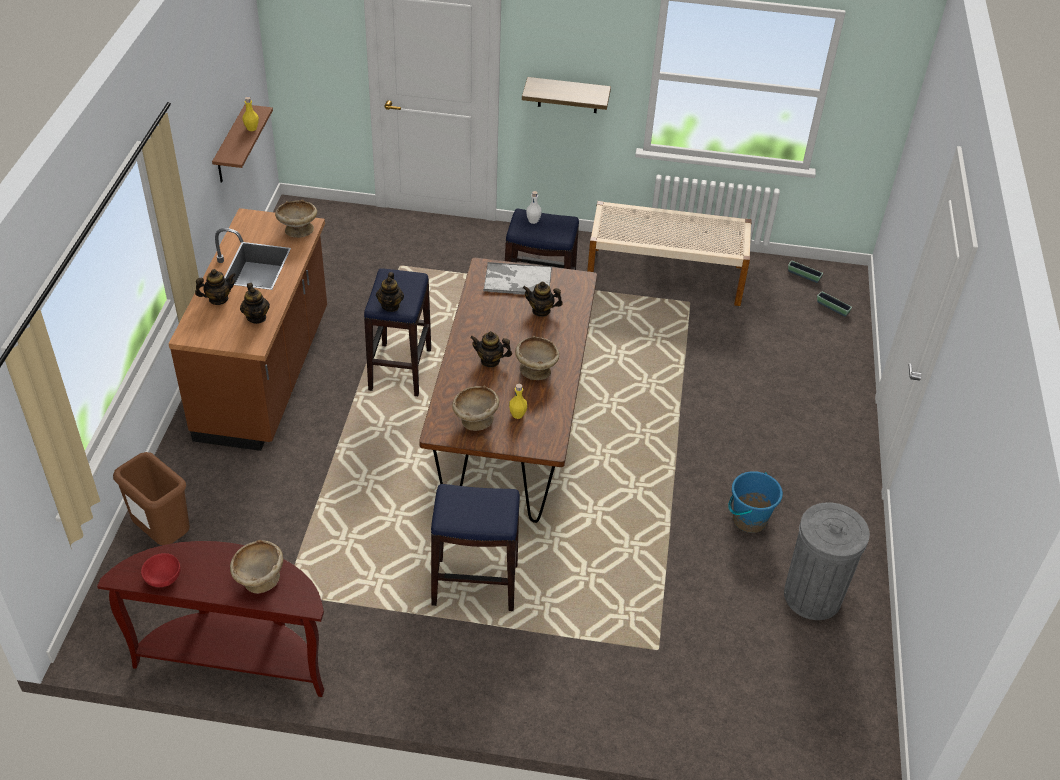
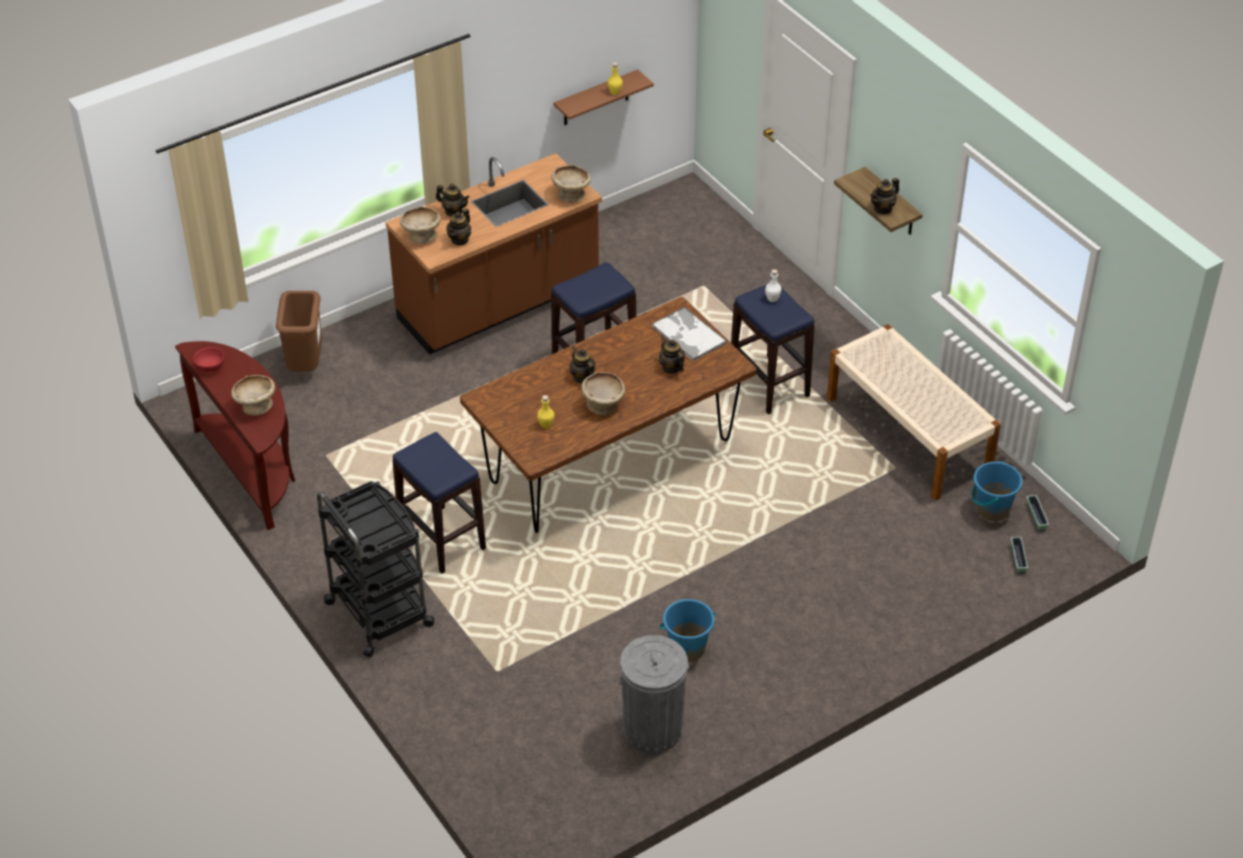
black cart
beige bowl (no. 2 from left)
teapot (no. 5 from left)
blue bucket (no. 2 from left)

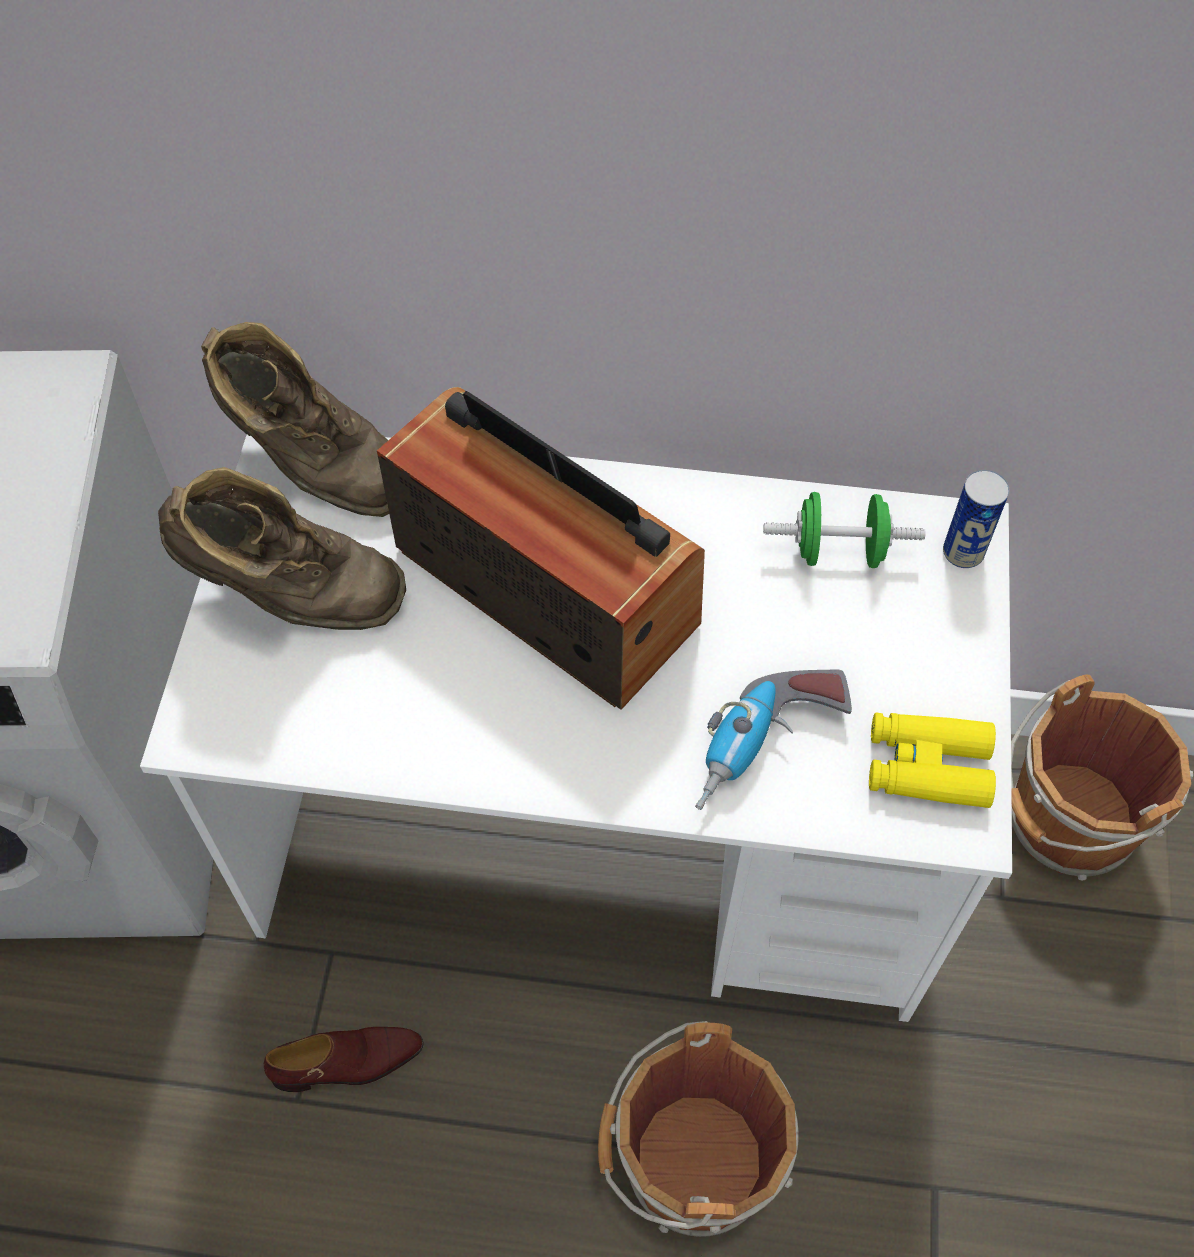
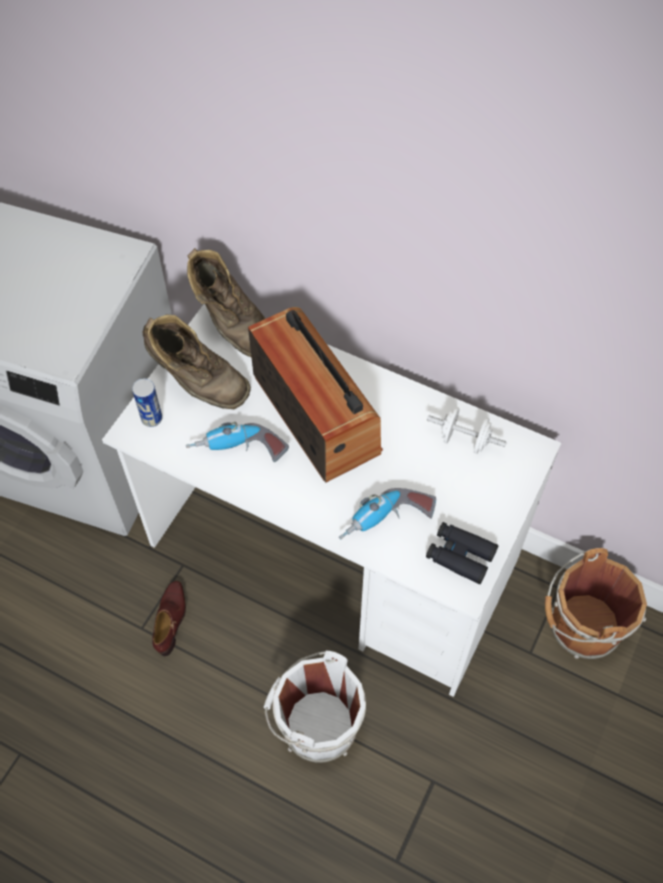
can
brown shoe
power drill (no. 1 from left)
white bucket
black binoculars
white dumbbell

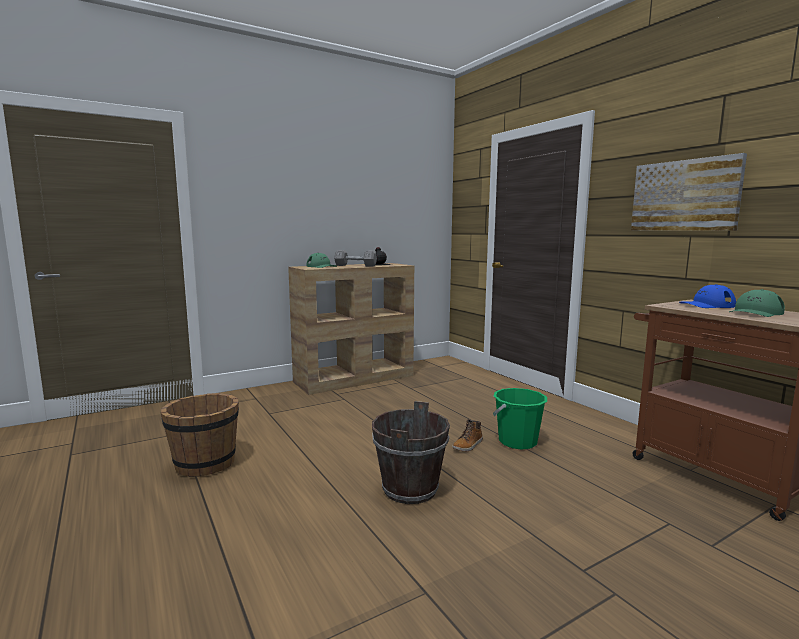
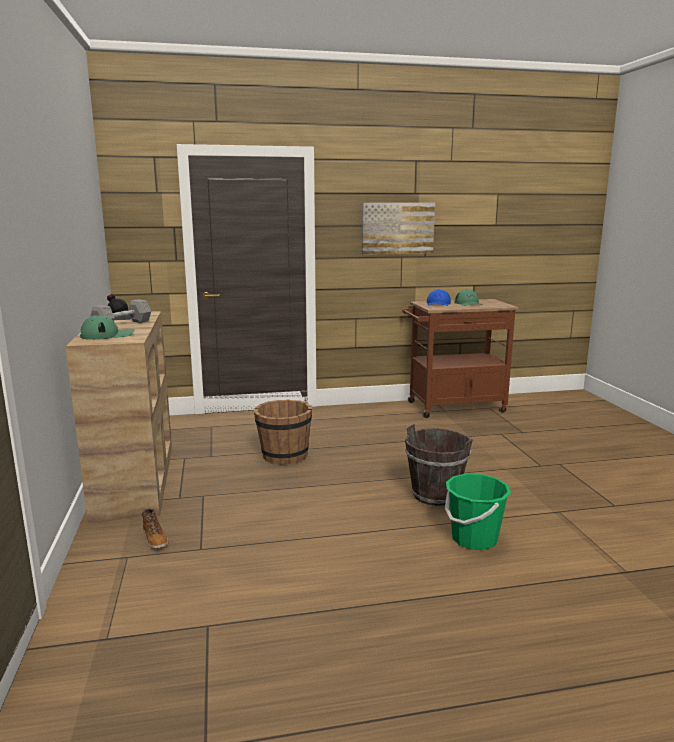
boot
brown bucket (no. 1 from left)
green bucket

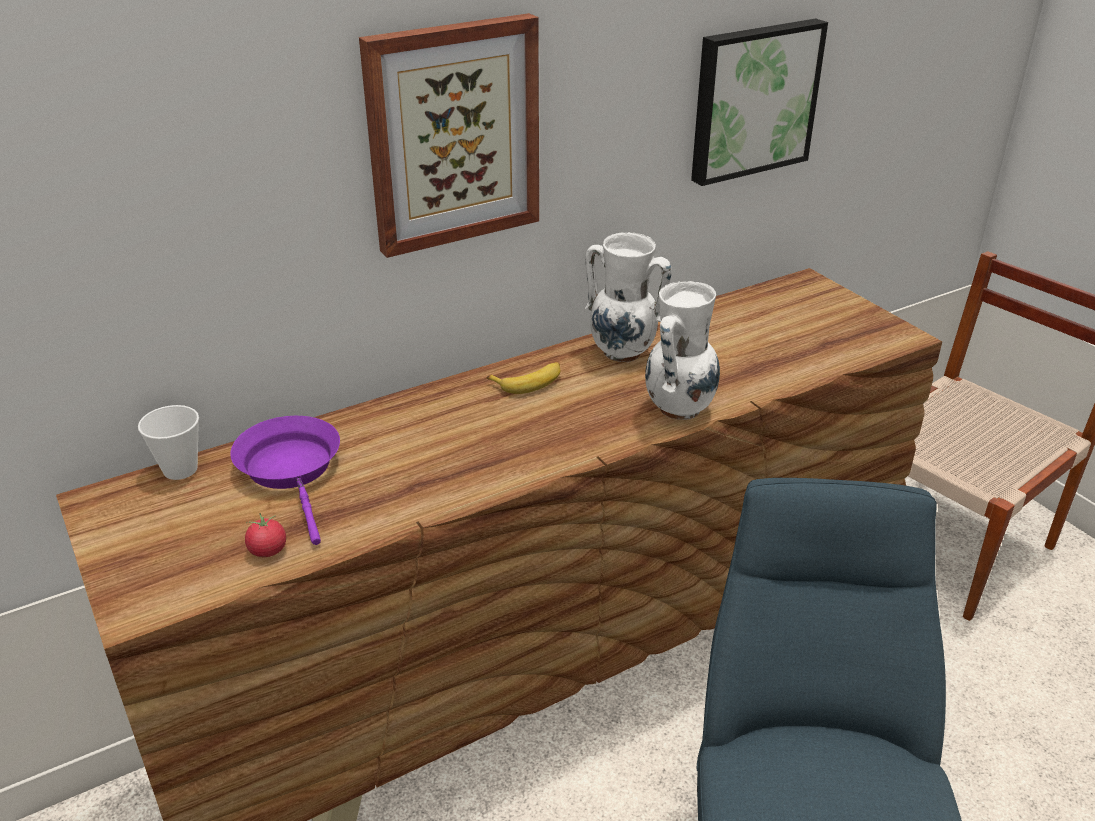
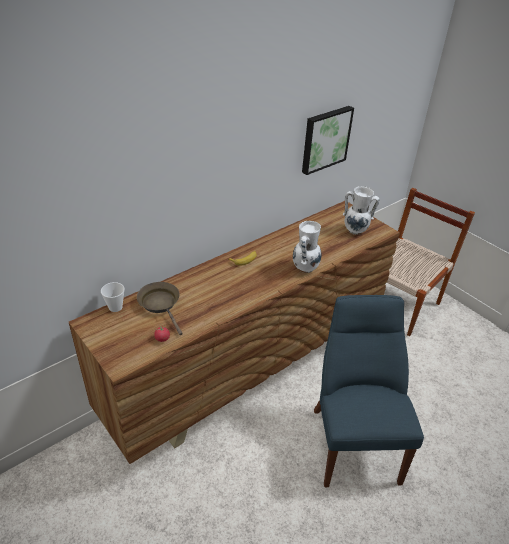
brown frying pan
white vase (no. 2 from left)
picture (no. 1 from left in the first image)

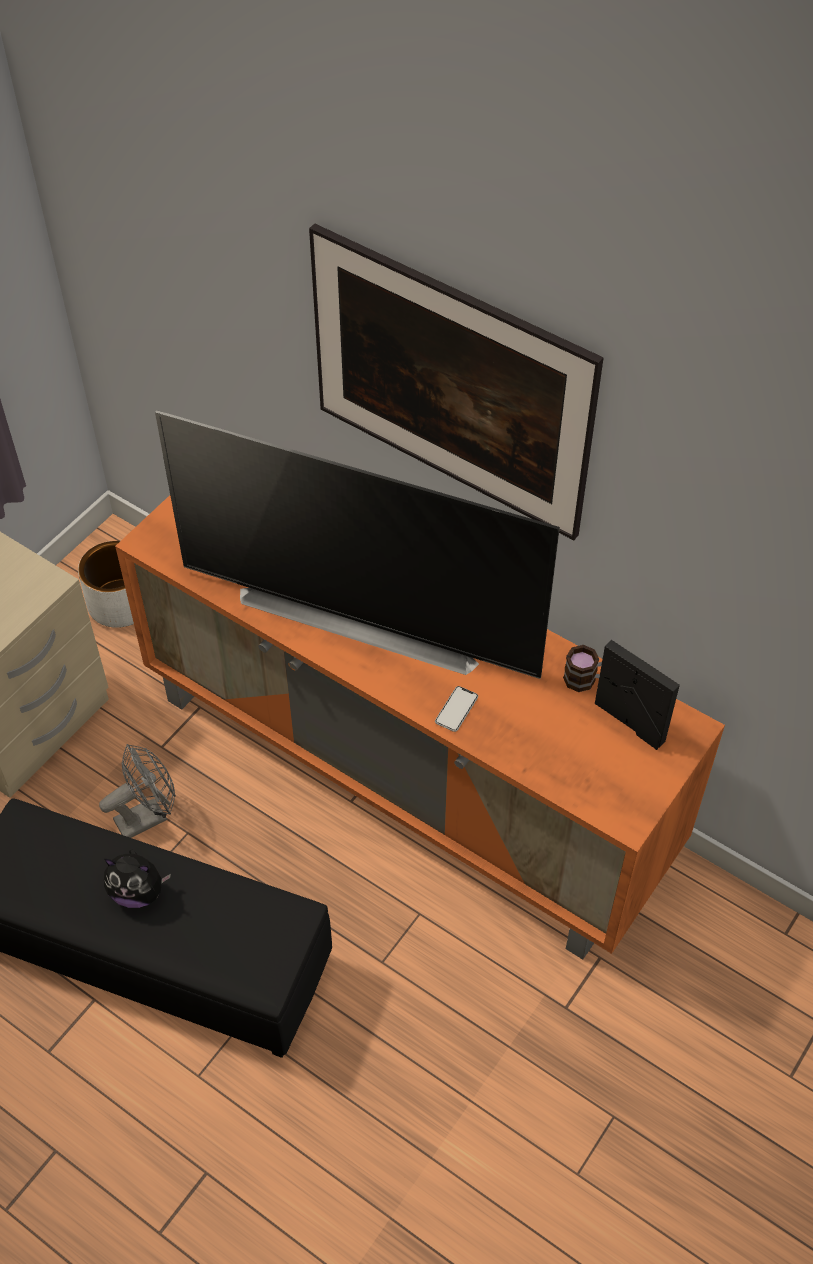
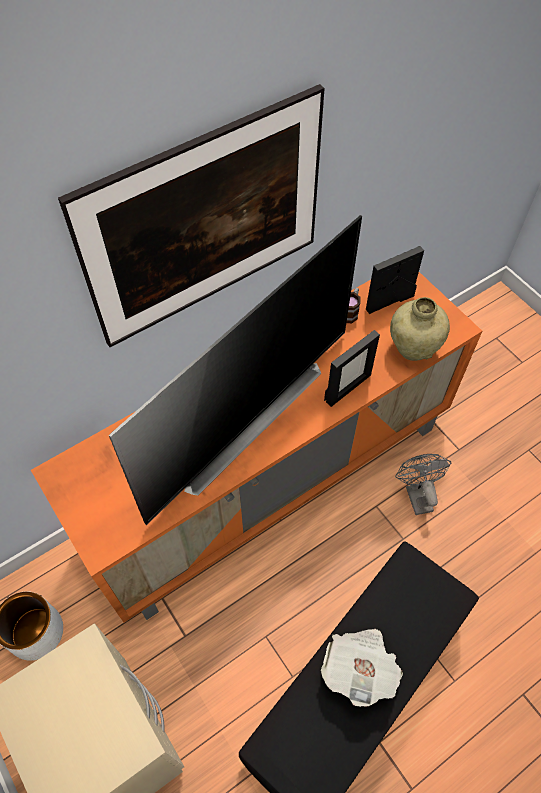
newspaper
picture frame (no. 1 from left)
beige vase
grey fan

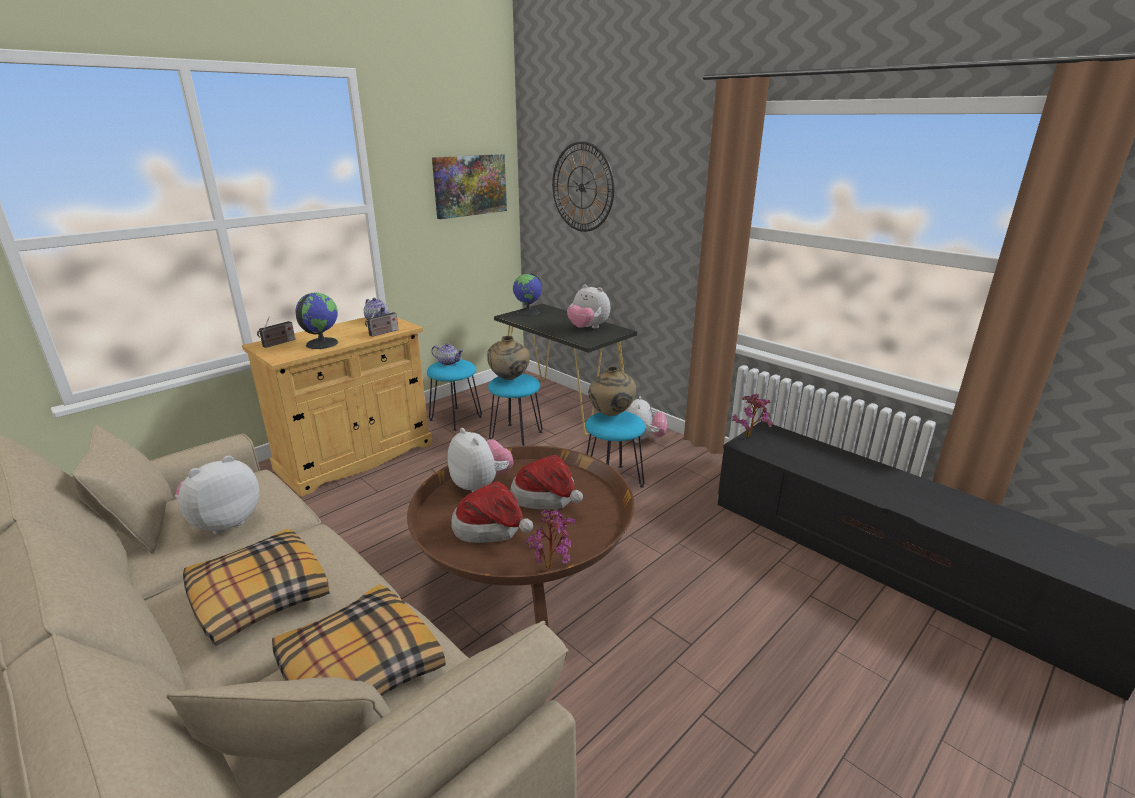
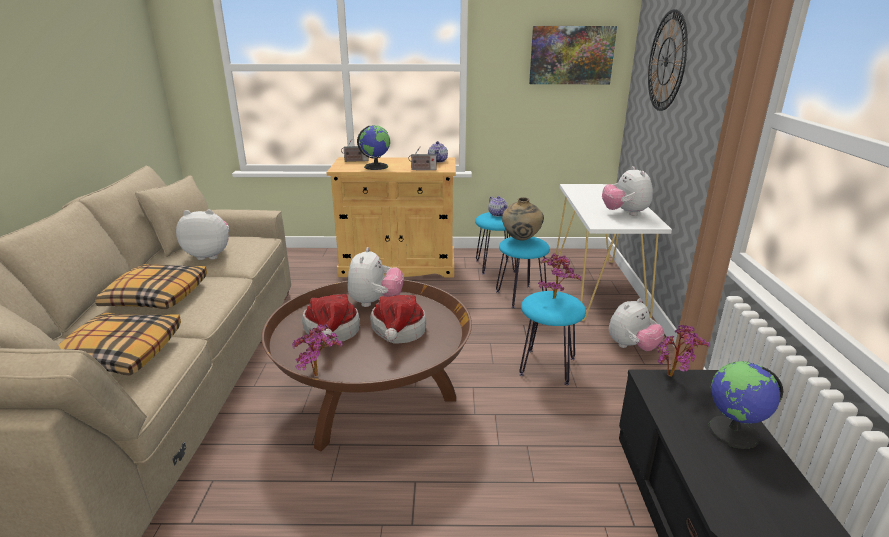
potted plant (no. 2 from left)
white console table
globe (no. 2 from left)

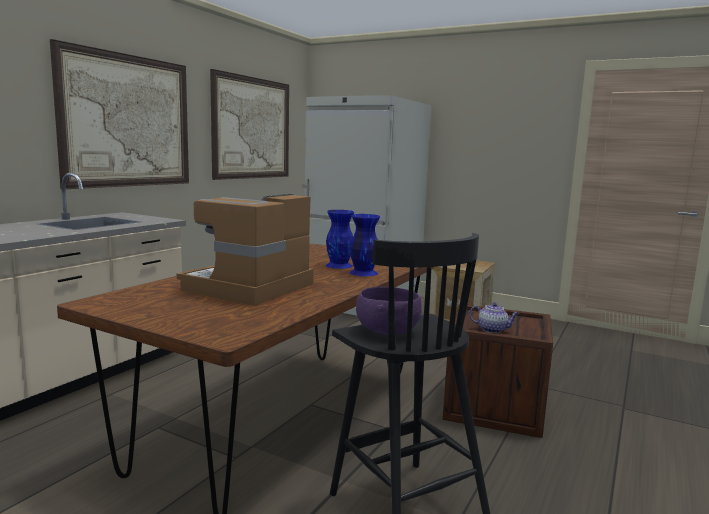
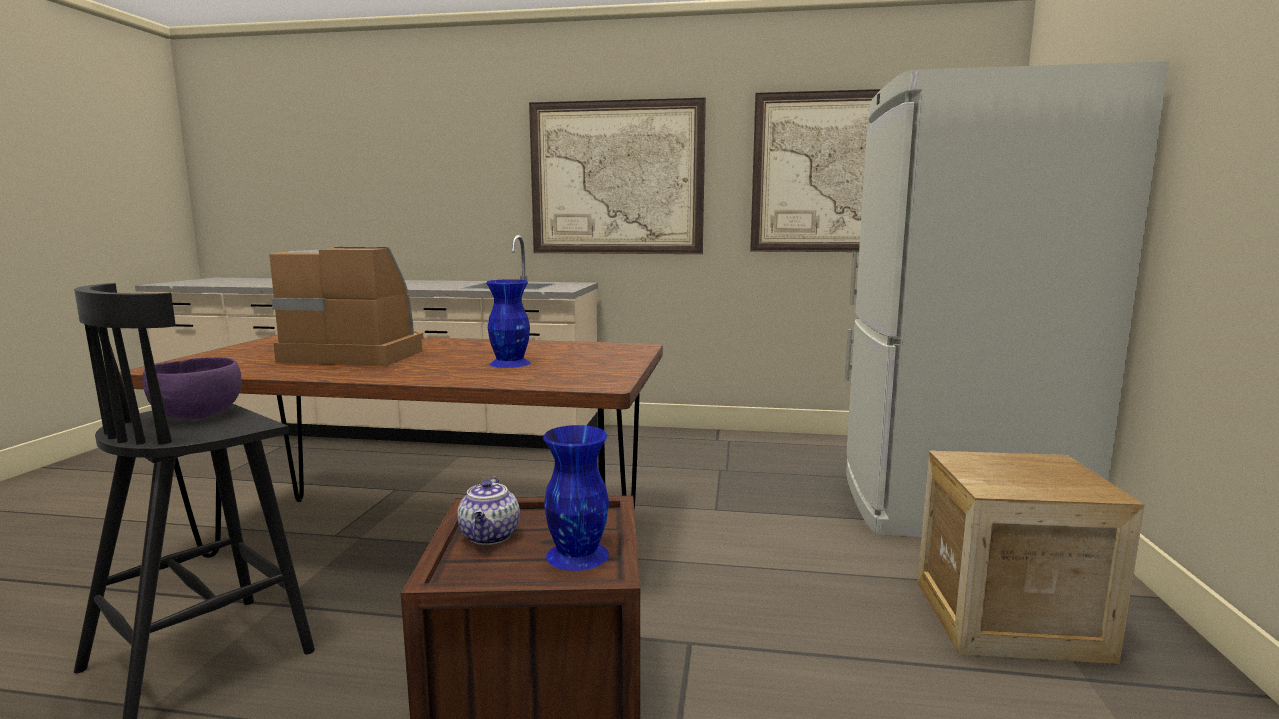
blue vase (no. 2 from left)

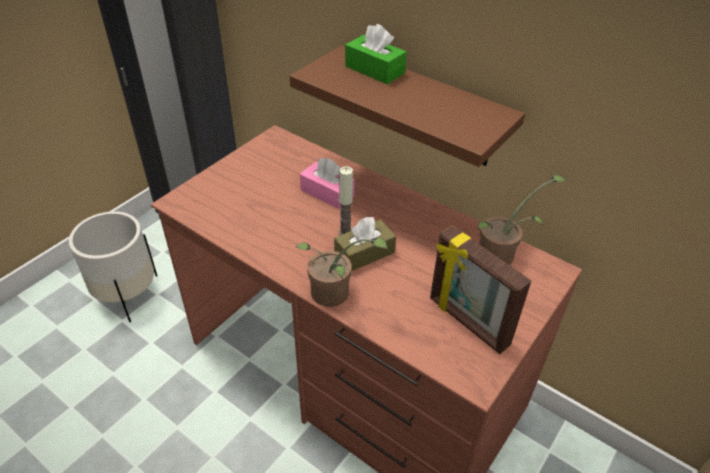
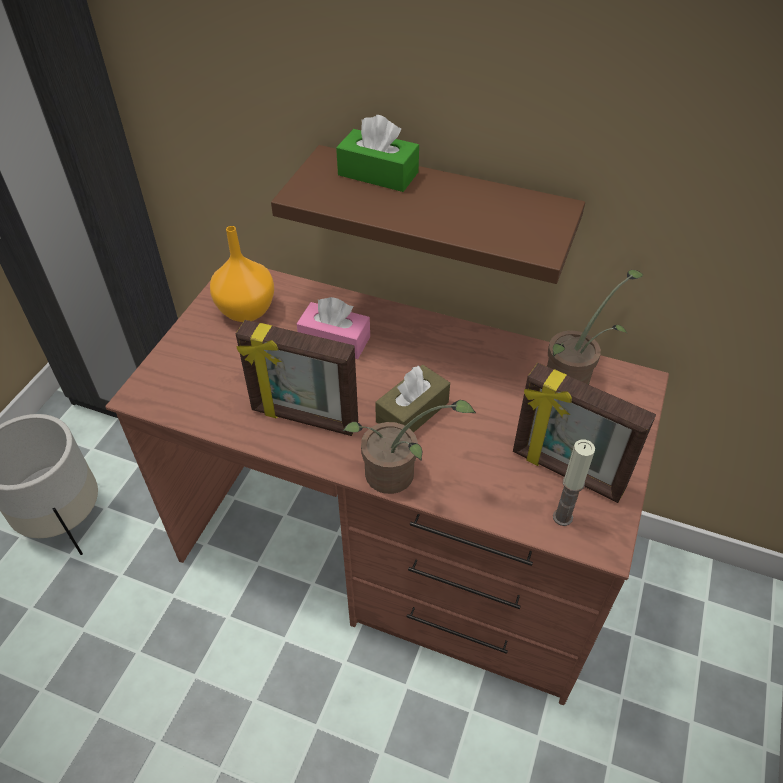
orange vase
picture frame (no. 1 from left)
candle

